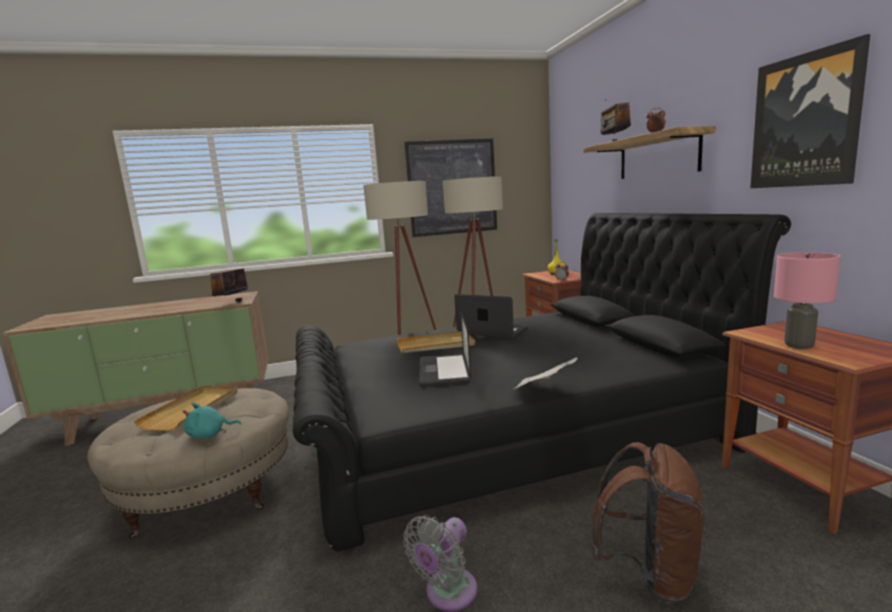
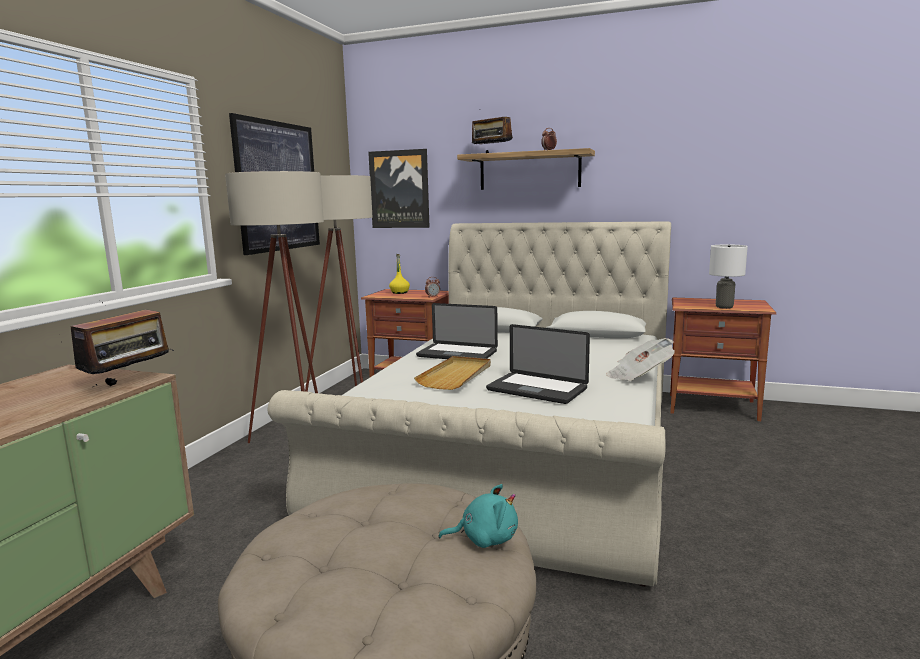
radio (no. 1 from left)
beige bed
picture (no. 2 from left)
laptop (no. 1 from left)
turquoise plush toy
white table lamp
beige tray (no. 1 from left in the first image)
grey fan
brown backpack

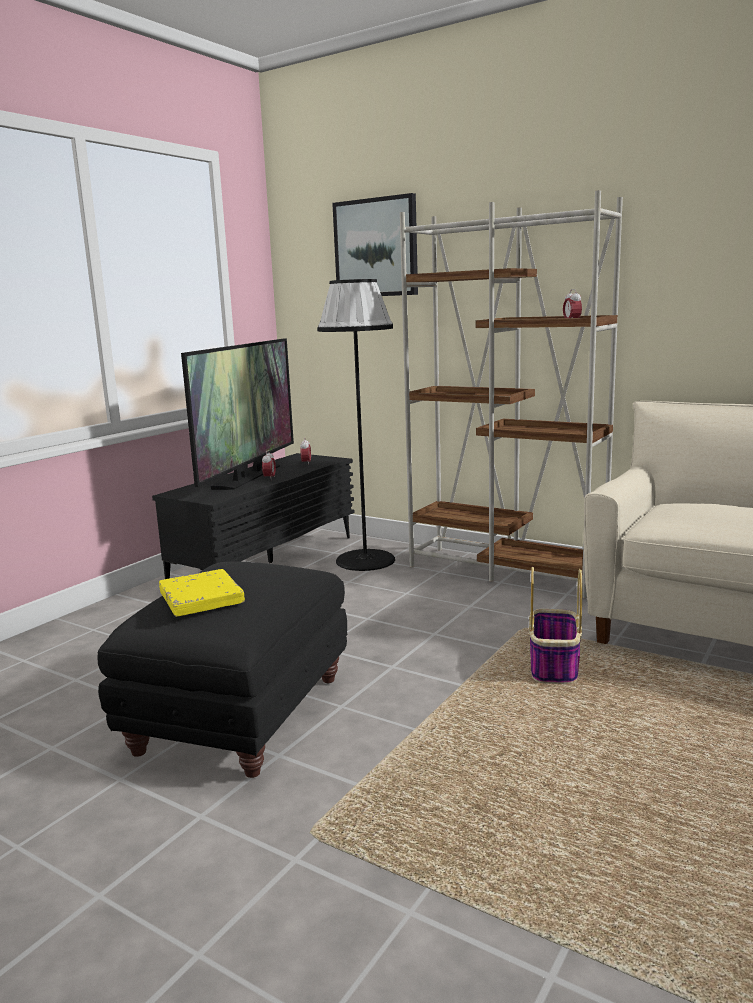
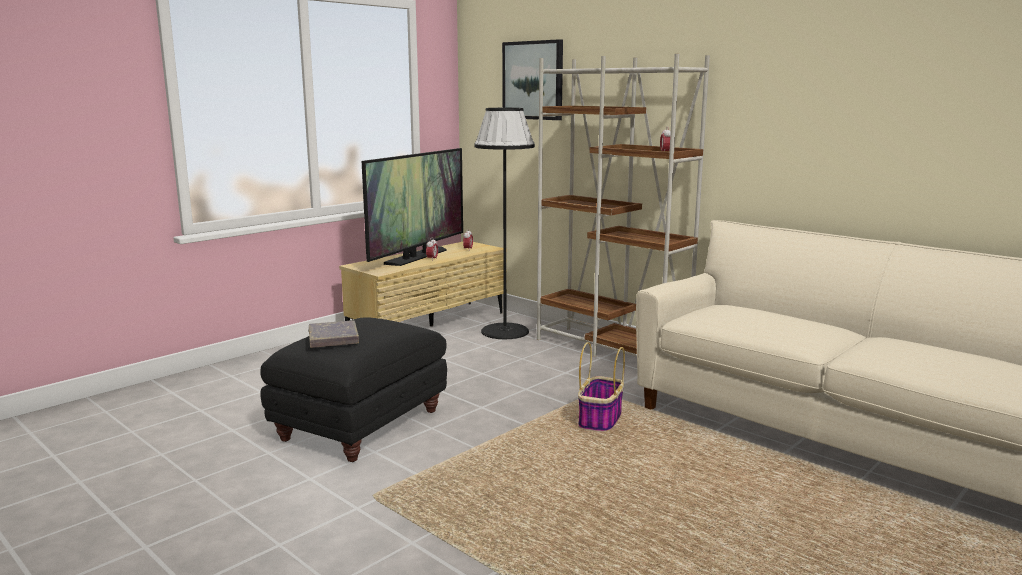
grey book
beige tv stand

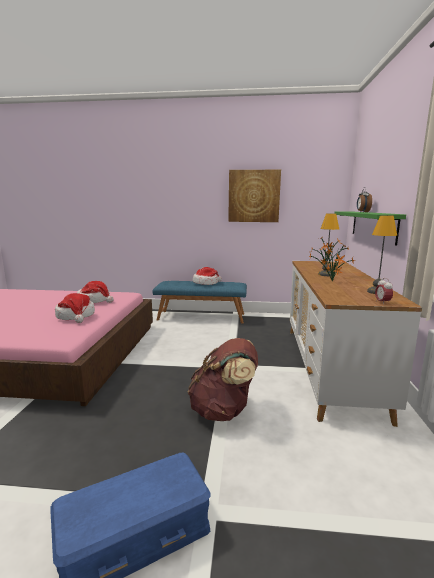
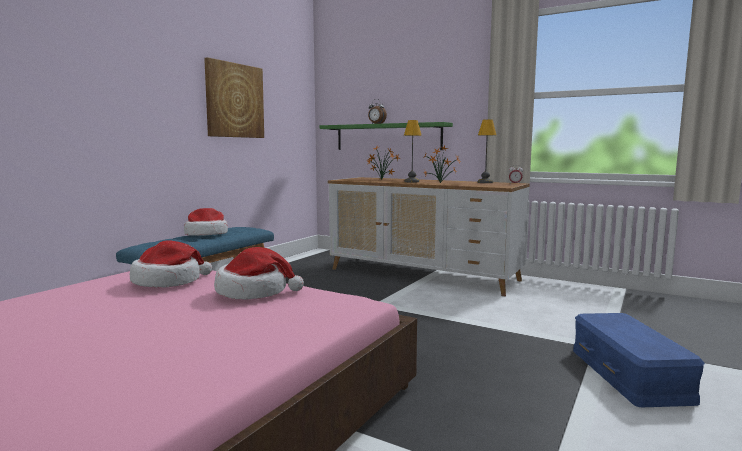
brown backpack

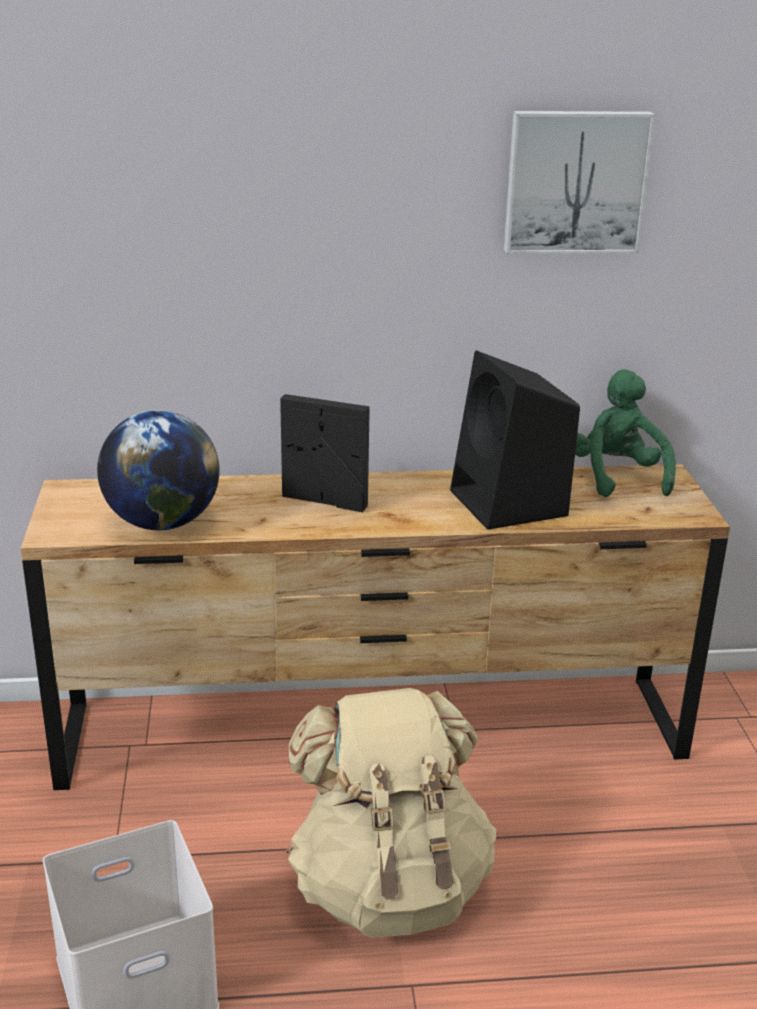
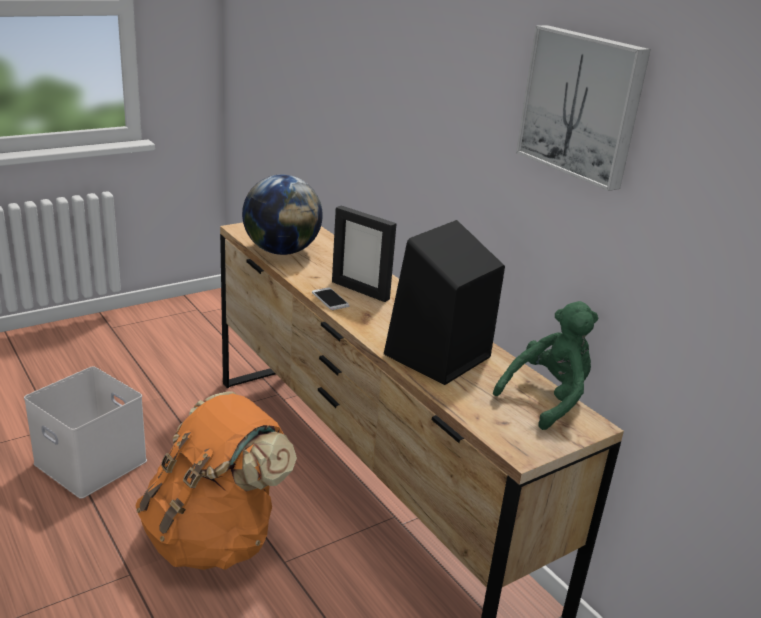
orange backpack
phone
picture frame

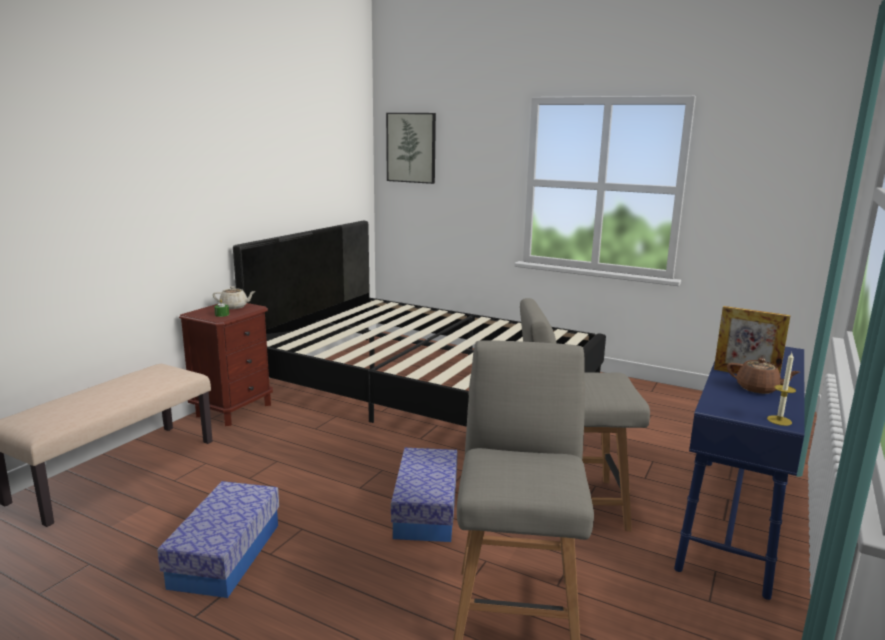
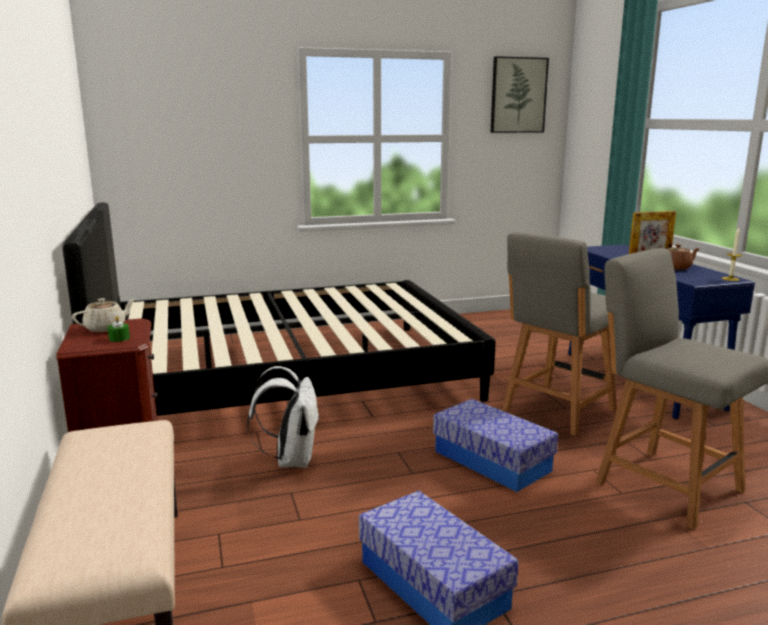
white backpack
picture

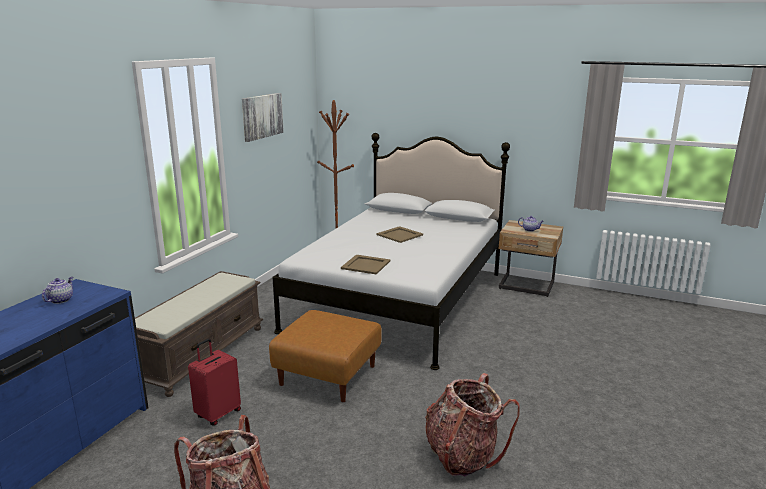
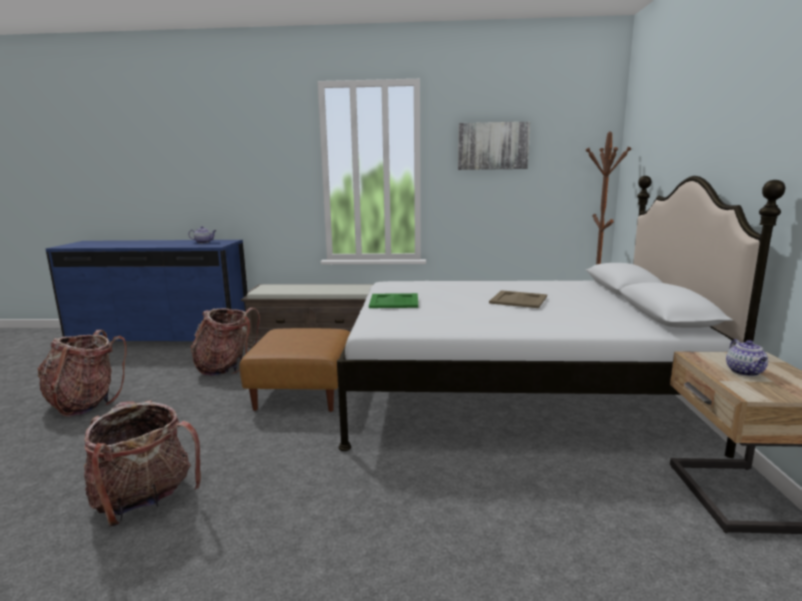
backpack (no. 3 from left)
green tray

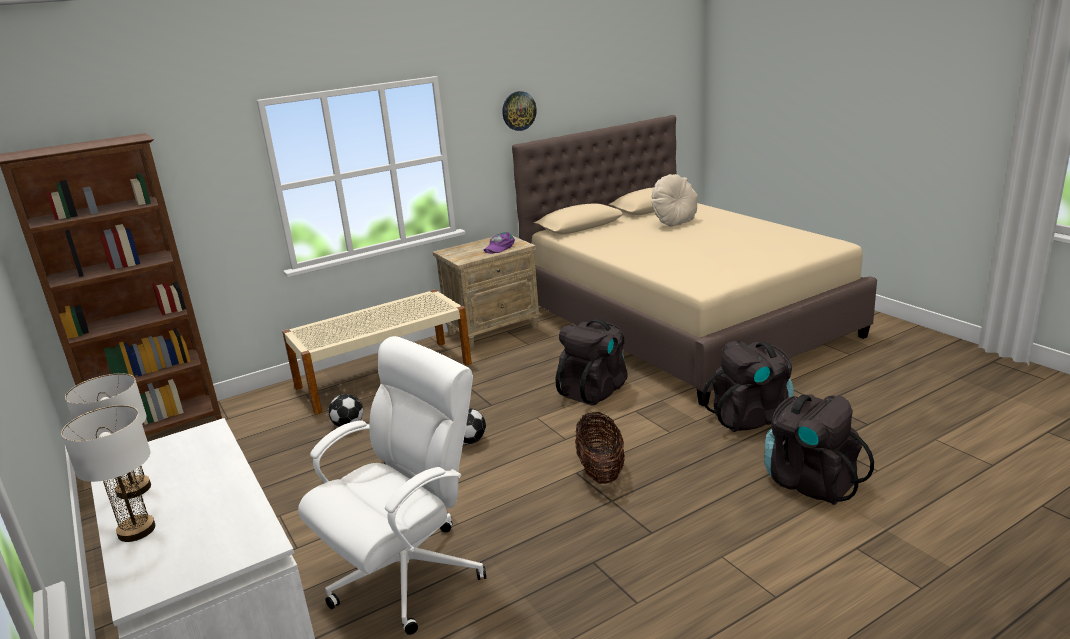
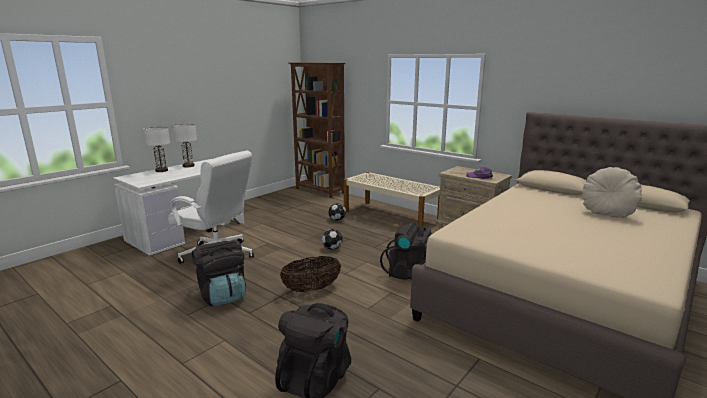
black backpack (no. 1 from left)
wall clock

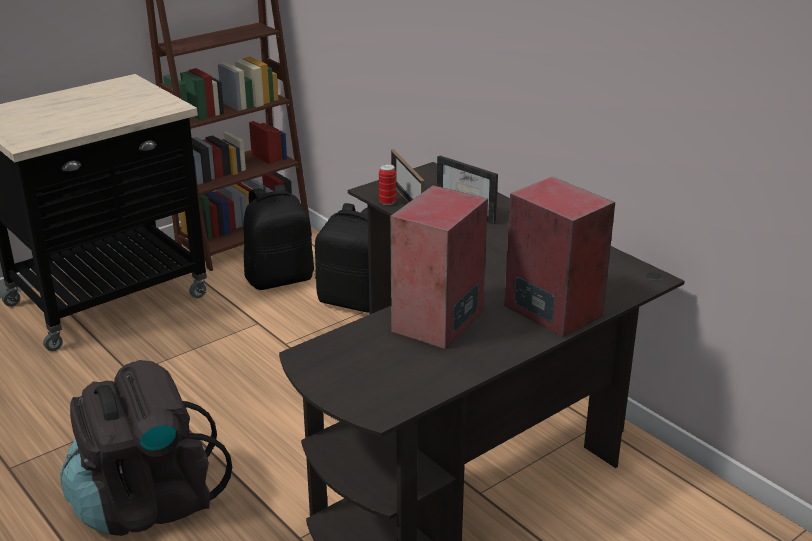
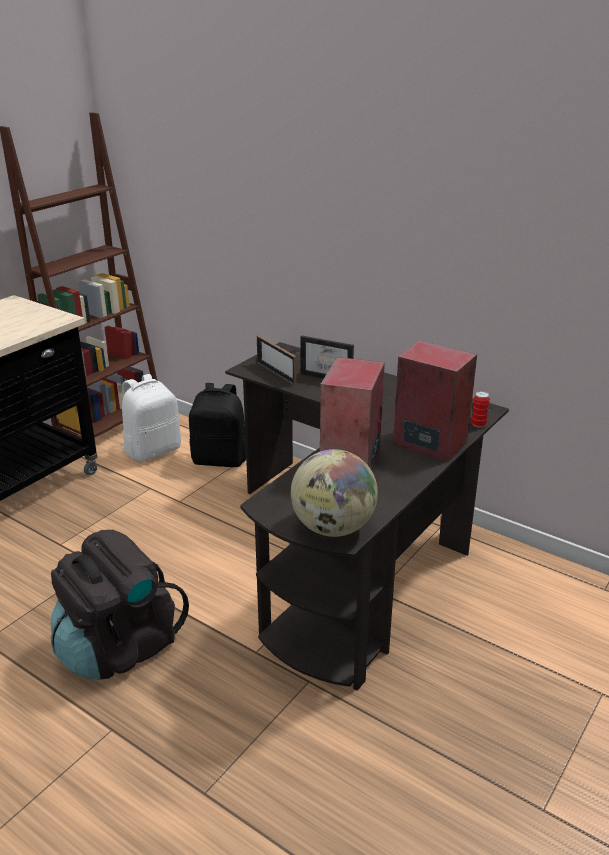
white backpack
globe
can

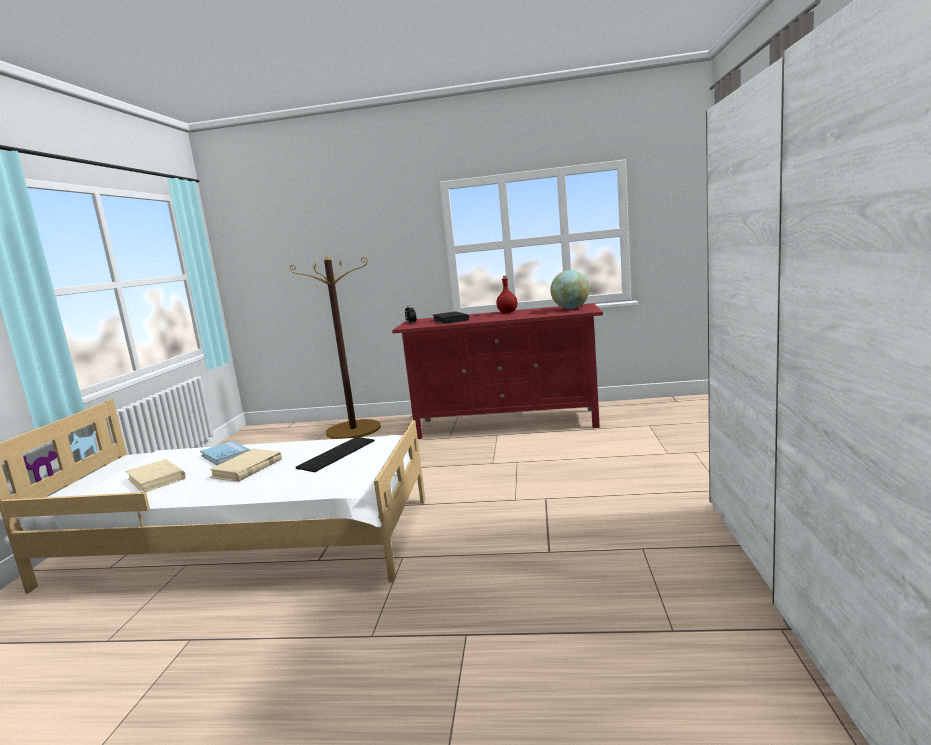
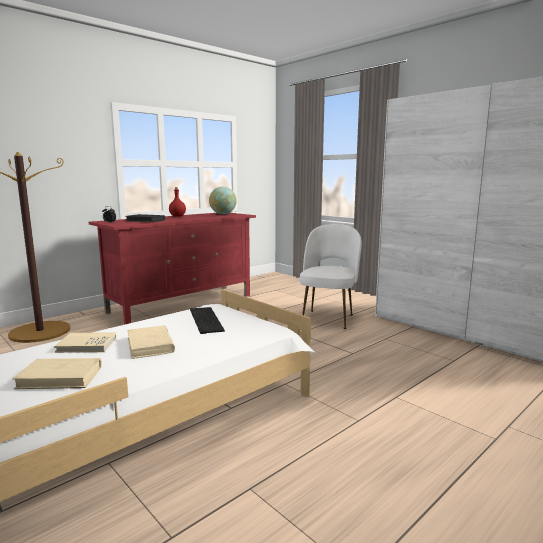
beige book (no. 2 from left)
white chair

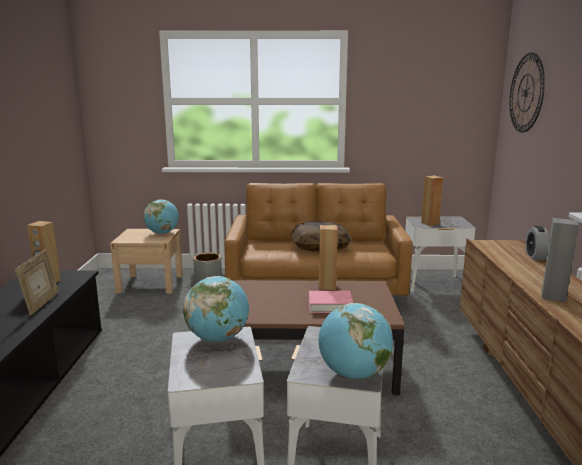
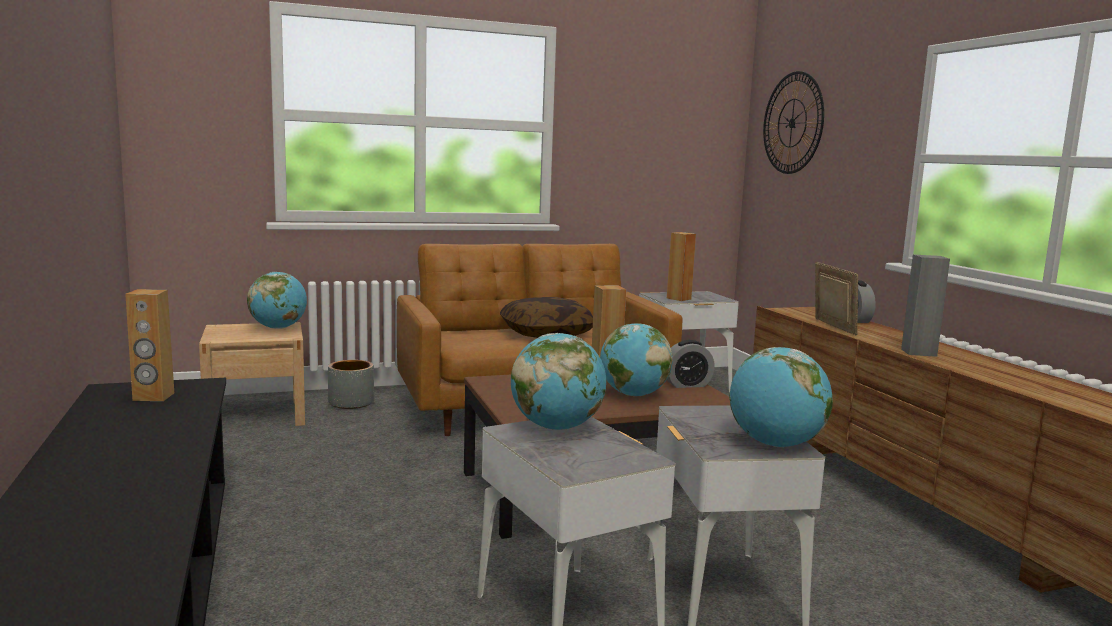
globe (no. 3 from left)
alarm clock (no. 1 from left)
picture frame

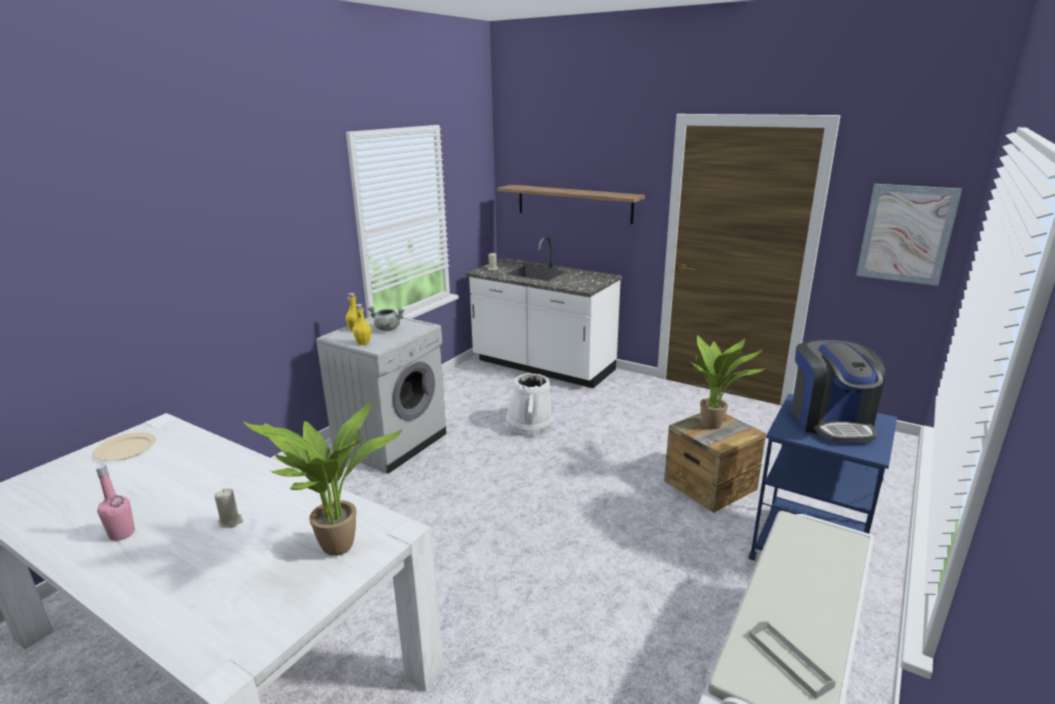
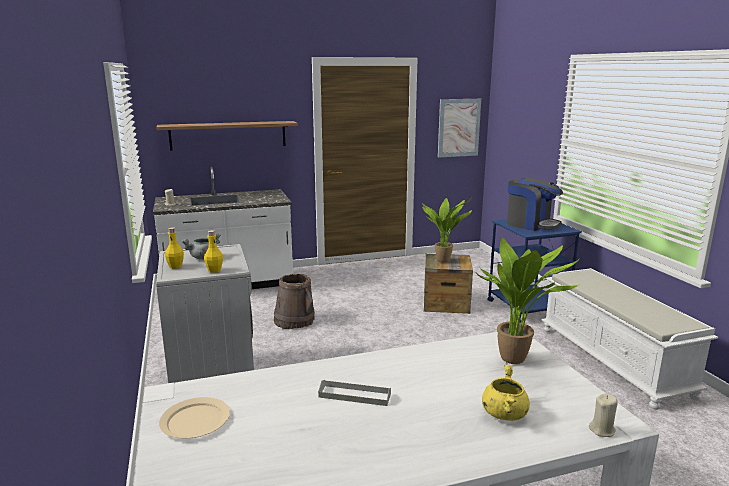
brown bucket
grey tray
yellow cooking pot
beige candle (no. 2 from left)
pink bottle

